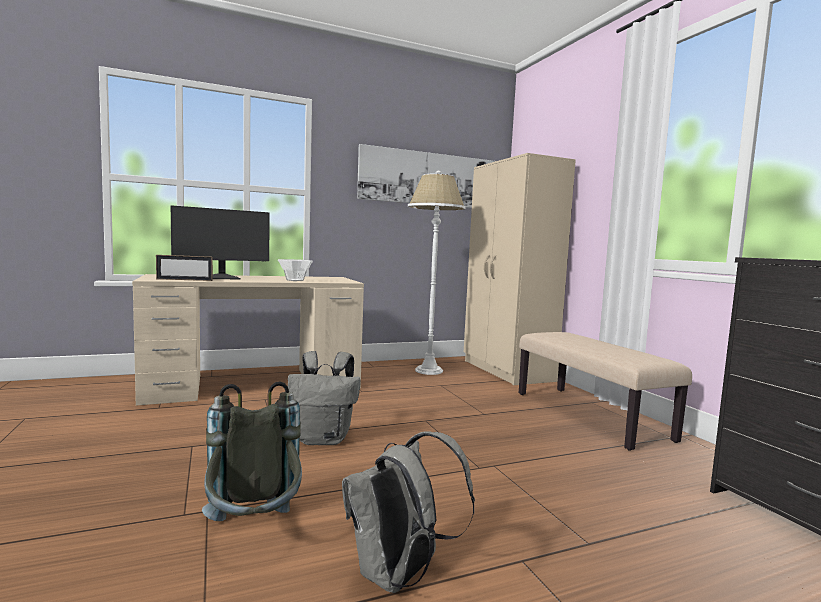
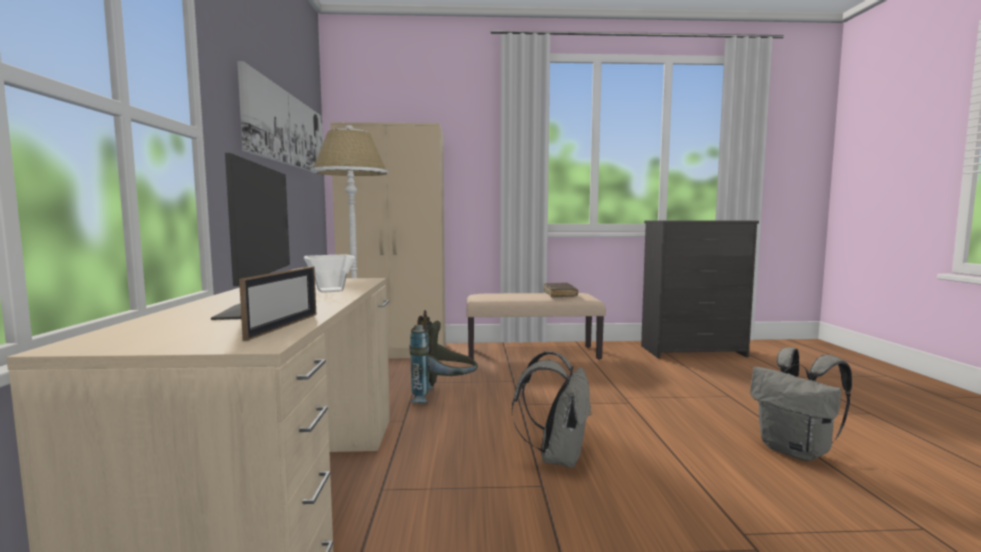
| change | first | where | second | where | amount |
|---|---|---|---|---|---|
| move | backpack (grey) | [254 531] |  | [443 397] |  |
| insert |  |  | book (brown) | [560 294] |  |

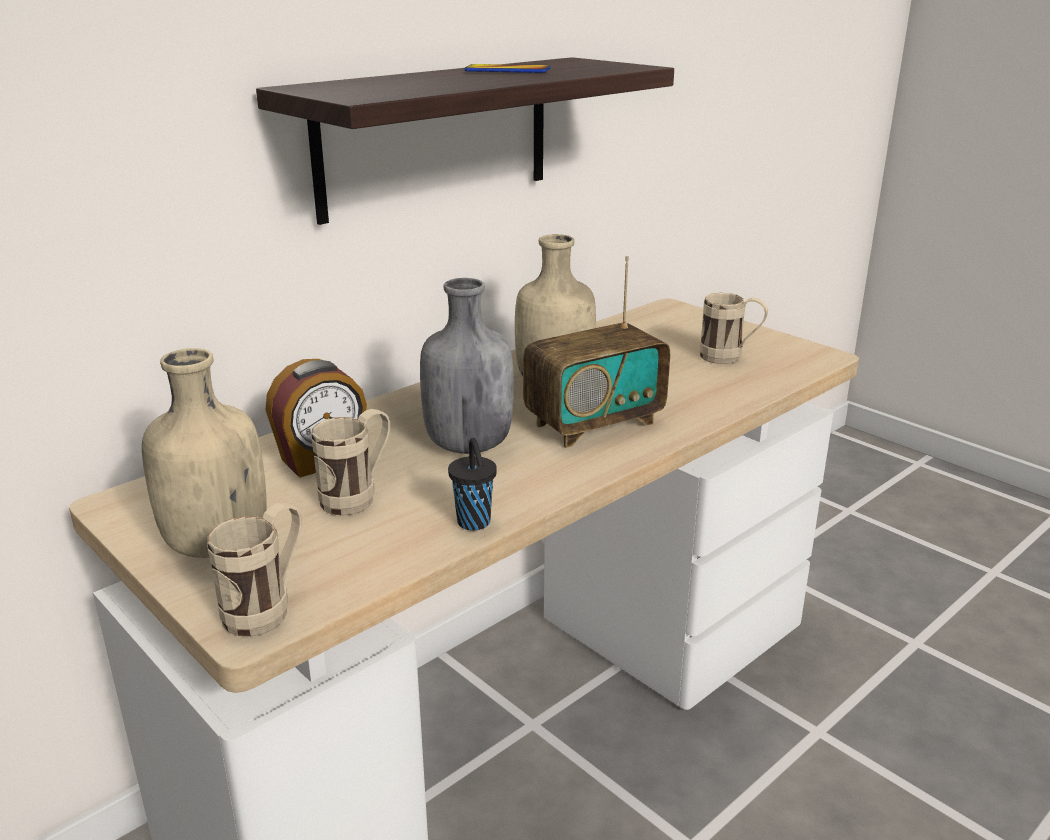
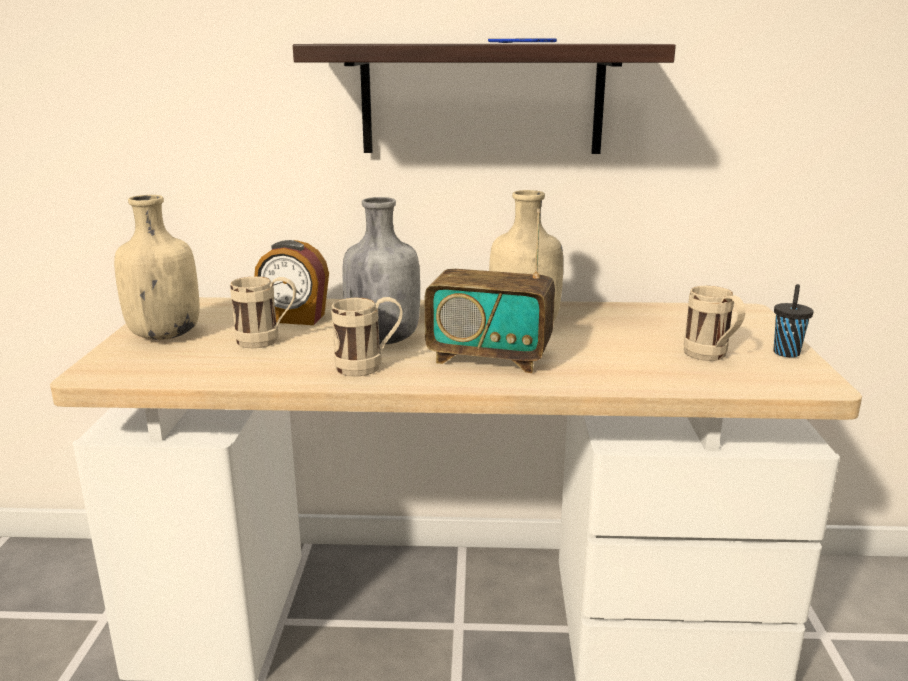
| change | first | where | second | where | amount |
|---|---|---|---|---|---|
| move | mug (beige) | [268 608] |  | [369 367] |  |
| move | cup (black) | [474 523] |  | [786 354] |  |

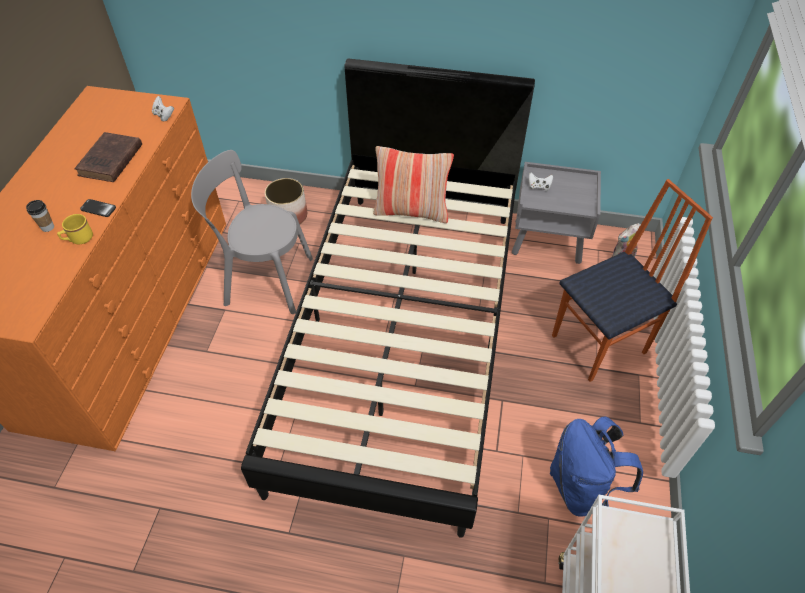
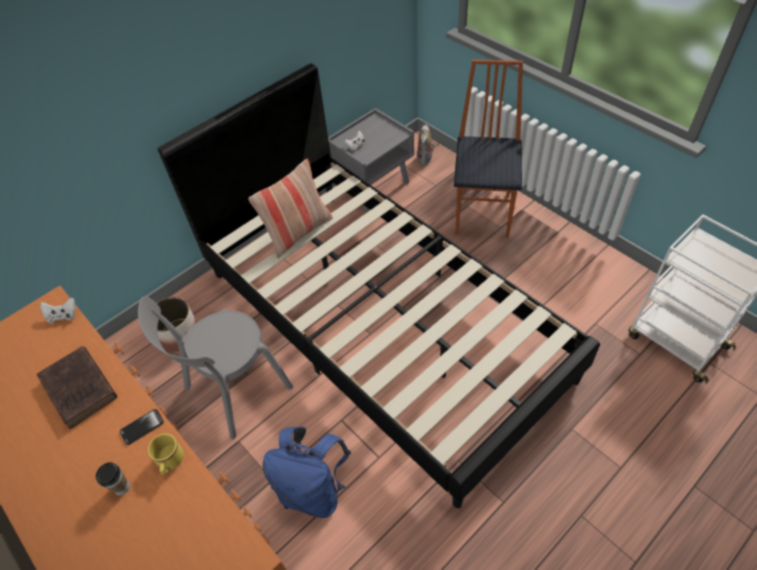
| change | first | where | second | where | amount |
|---|---|---|---|---|---|
| move | backpack (blue) | [581 486] |  | [314 489] |  |

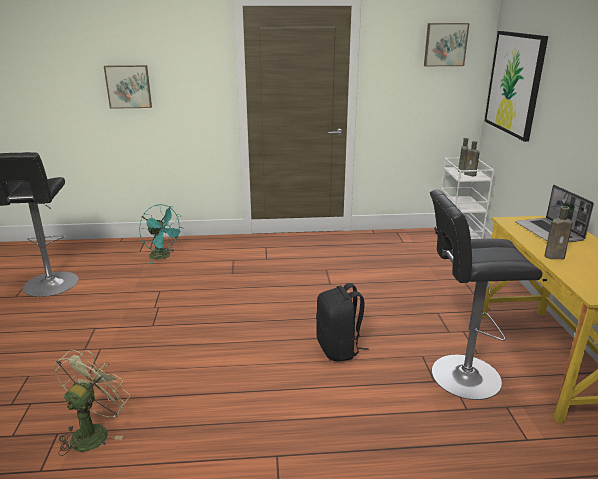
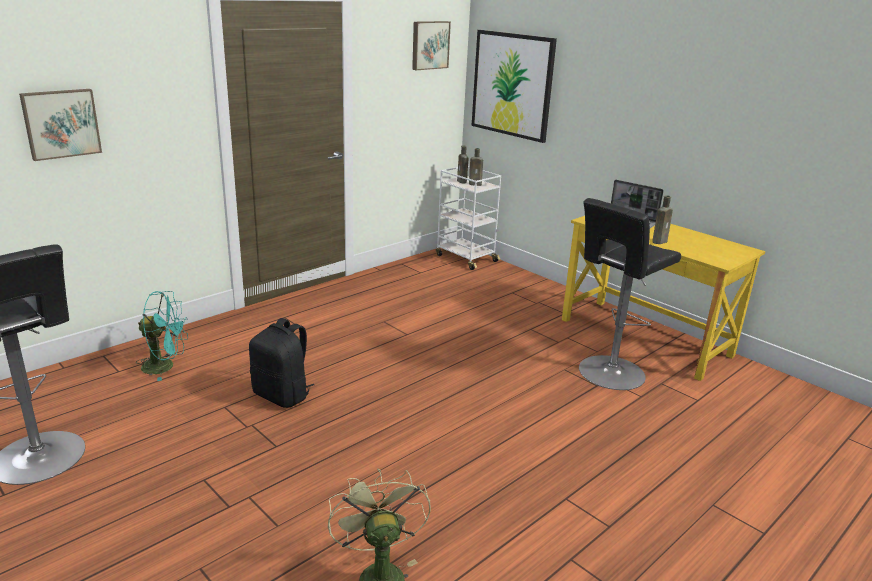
| change | first | where | second | where | amount |
|---|---|---|---|---|---|
| move | backpack (black) | [339 349] |  | [283 395] |  |

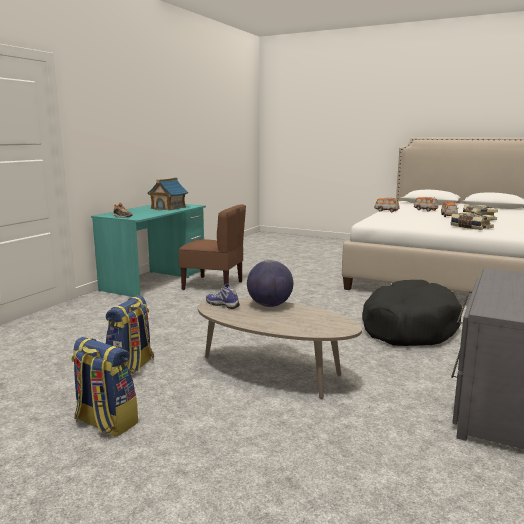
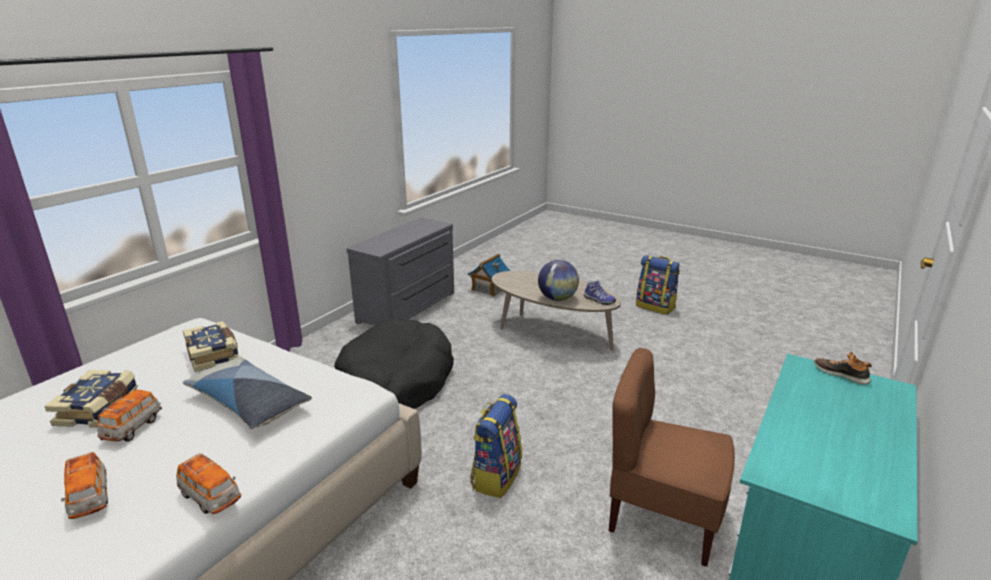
| change | first | where | second | where | amount |
|---|---|---|---|---|---|
| move | backpack | [131 367] |  | [496 476] |  |
| move | toy house | [168 208] |  | [489 288] |  |
| insert |  |  | pillow | [248 403] |  |

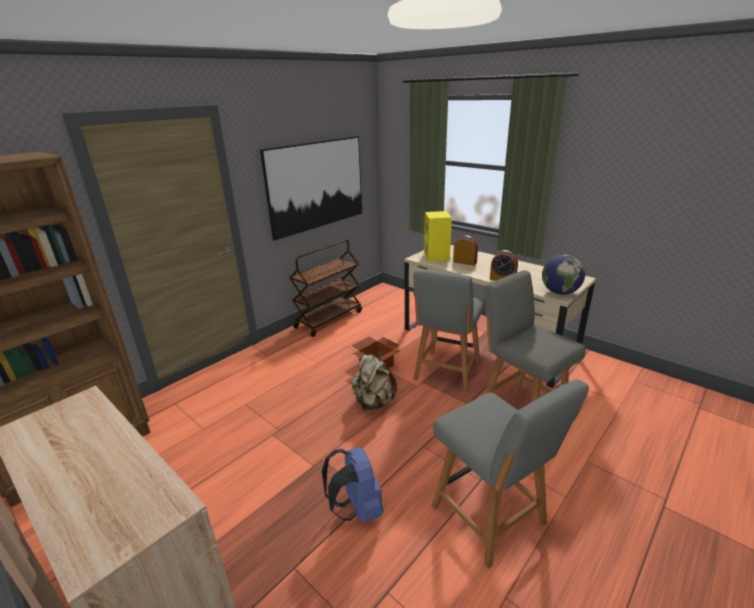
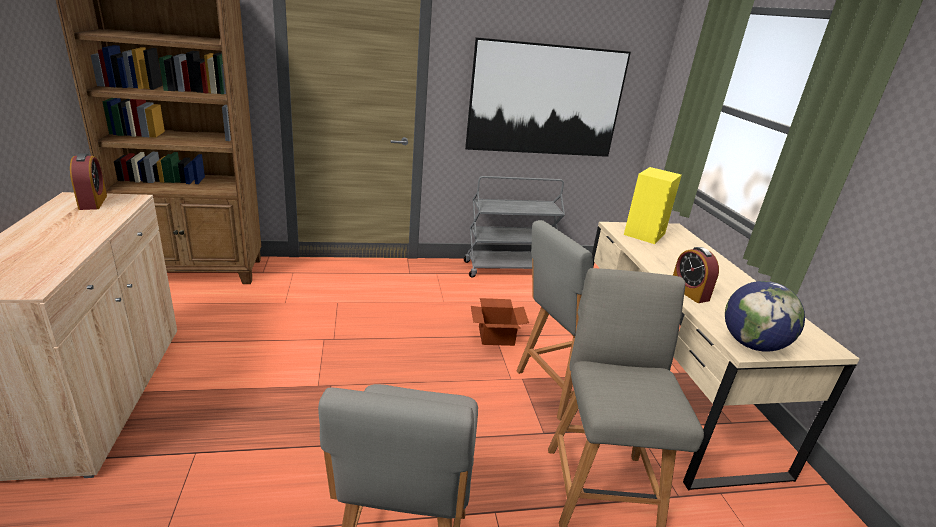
| change | first | where | second | where | amount |
|---|---|---|---|---|---|
| recolor | cart (brown) | [329 319] | cart (grey) | [508 269] |  |
| delete | backpack (blue) | [357 509] |  |  |  |
| delete | backpack (beige) | [373 402] |  |  |  |
| move | alarm clock | [464 262] |  | [93 202] |  |

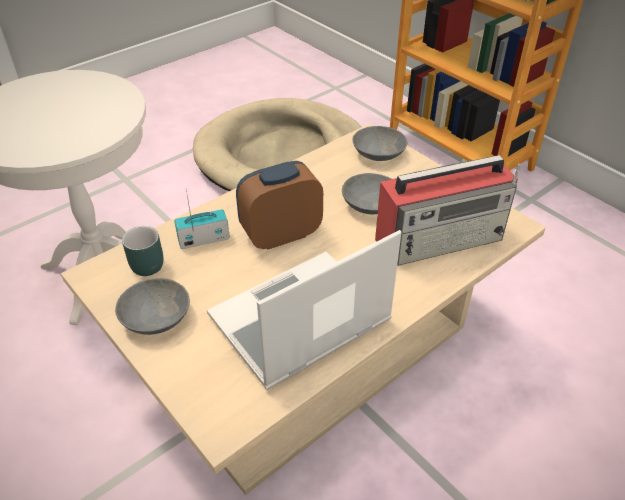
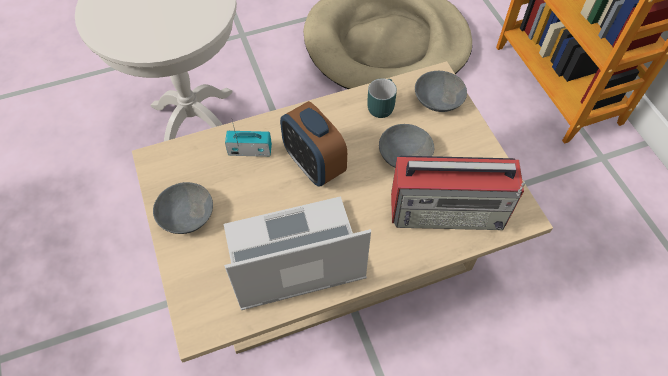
| change | first | where | second | where | amount |
|---|---|---|---|---|---|
| move | mug (turquoise) | [146 261] |  | [380 105] |  |
| rotate | alarm clock | [281 234] |  | [314 164] | 120 degrees counterclockwise |

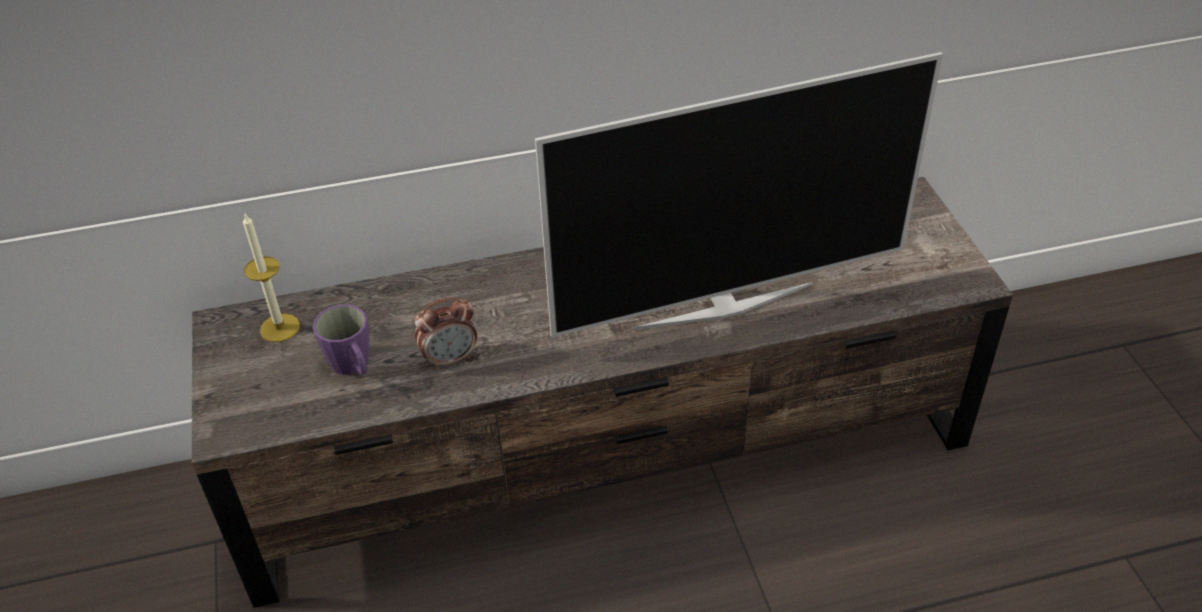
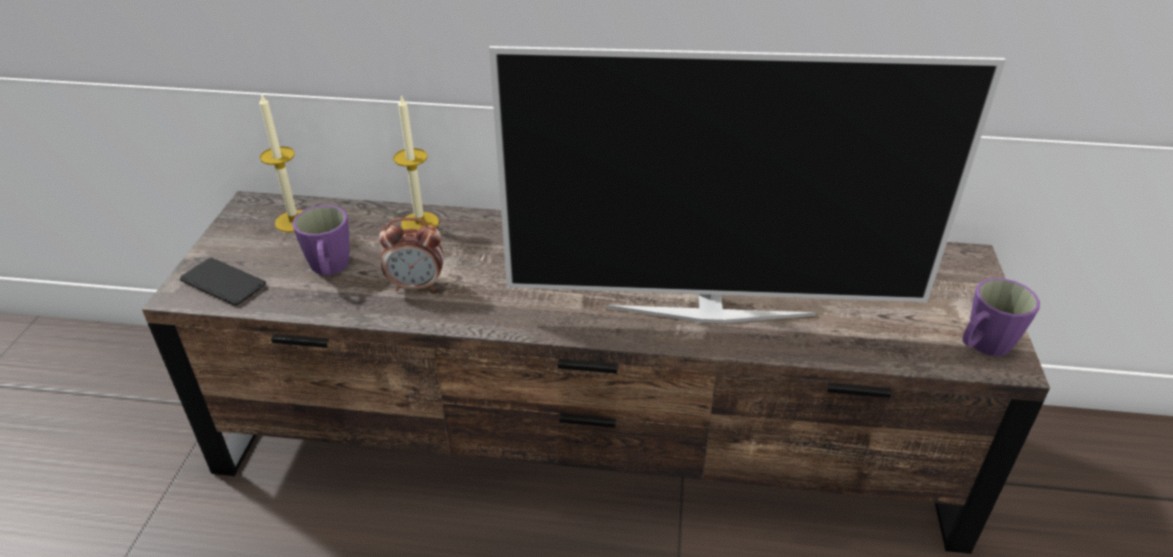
| change | first | where | second | where | amount |
|---|---|---|---|---|---|
| insert |  |  | phone | [223 283] |  |
| insert |  |  | candle | [420 223] |  |
| insert |  |  | mug (purple) | [982 346] |  |

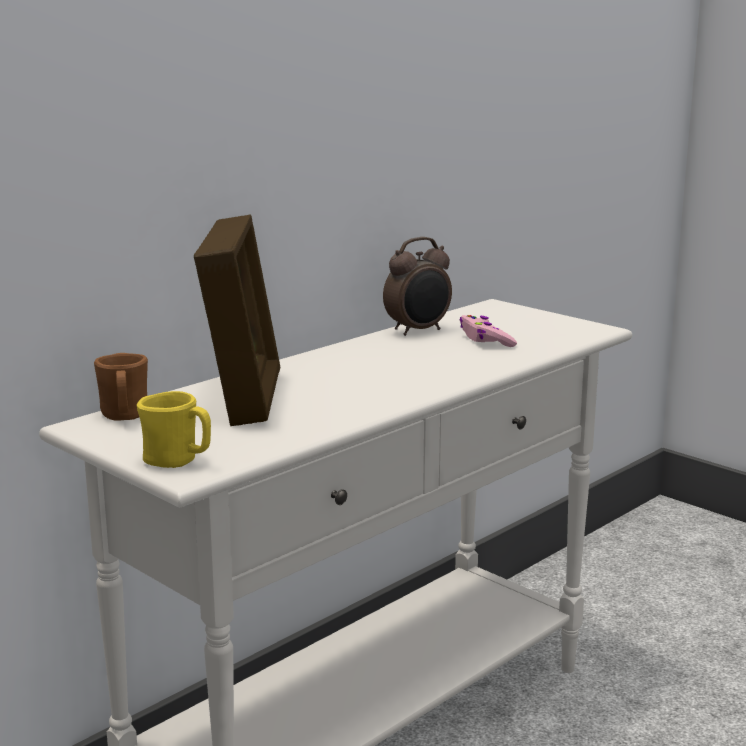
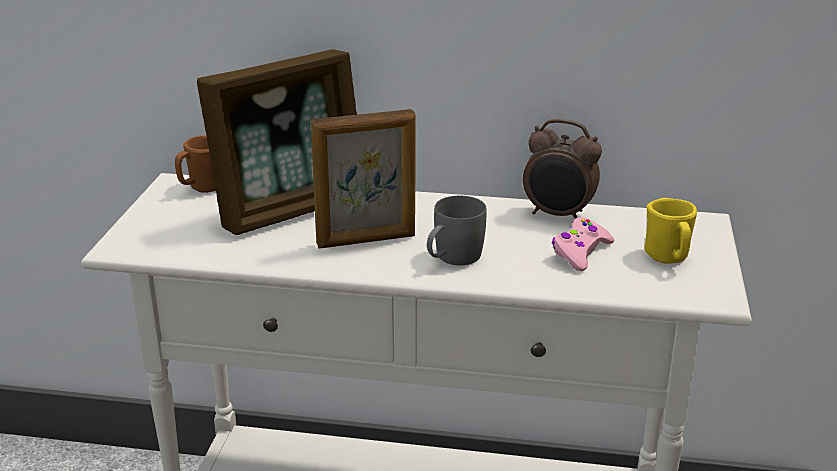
| change | first | where | second | where | amount |
|---|---|---|---|---|---|
| move | mug (yellow) | [177 461] |  | [669 258] |  |
| insert |  |  | picture frame | [366 240] |  |
| insert |  |  | mug (grey) | [452 259] |  |

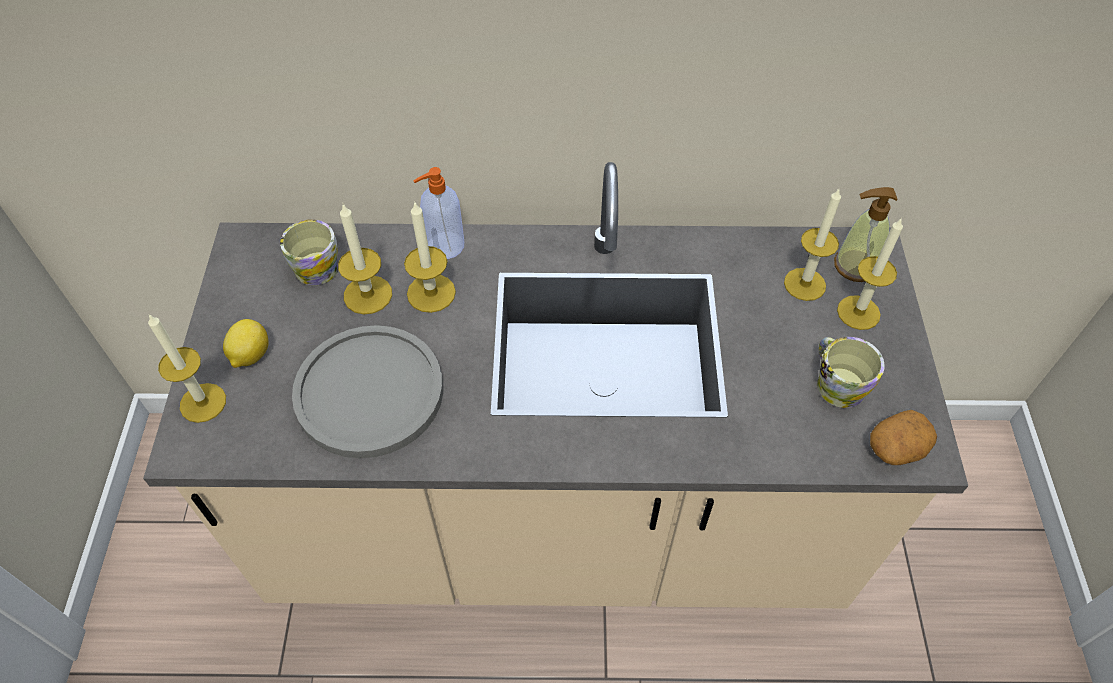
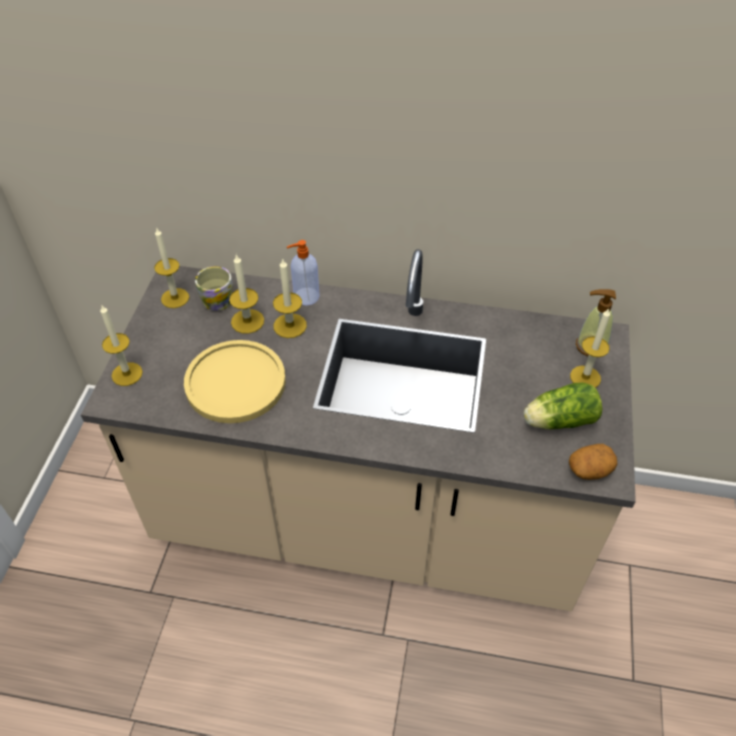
| change | first | where | second | where | amount |
|---|---|---|---|---|---|
| delete | lemon | [250 355] |  |  |  |
| recolor | plate (grey) | [369 392] | plate (yellow) | [235 382] |  |
| move | candle | [804 284] |  | [175 298] |  |
| replace | mug | [836 382] | lettuce | [557 421] |  |

